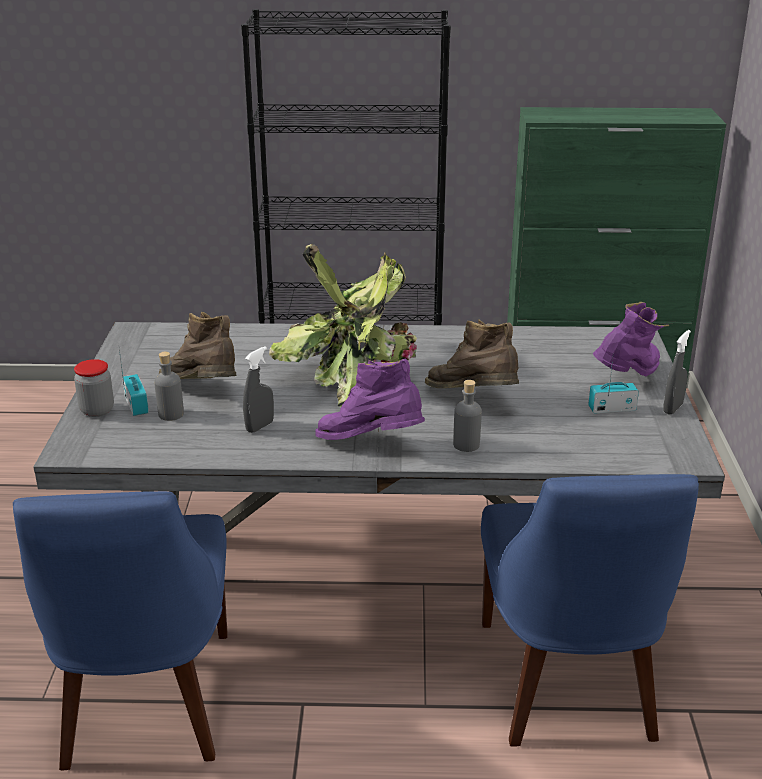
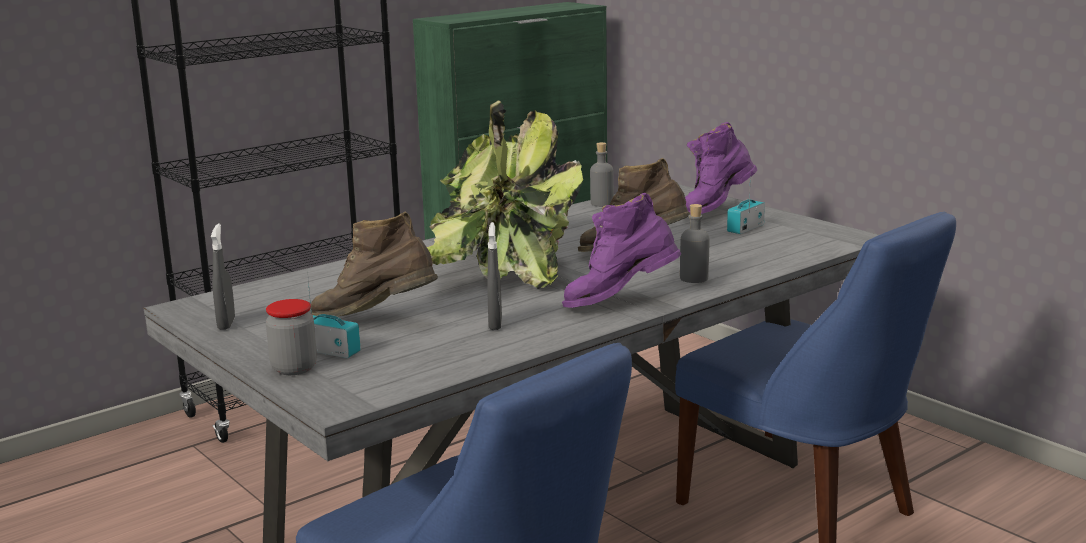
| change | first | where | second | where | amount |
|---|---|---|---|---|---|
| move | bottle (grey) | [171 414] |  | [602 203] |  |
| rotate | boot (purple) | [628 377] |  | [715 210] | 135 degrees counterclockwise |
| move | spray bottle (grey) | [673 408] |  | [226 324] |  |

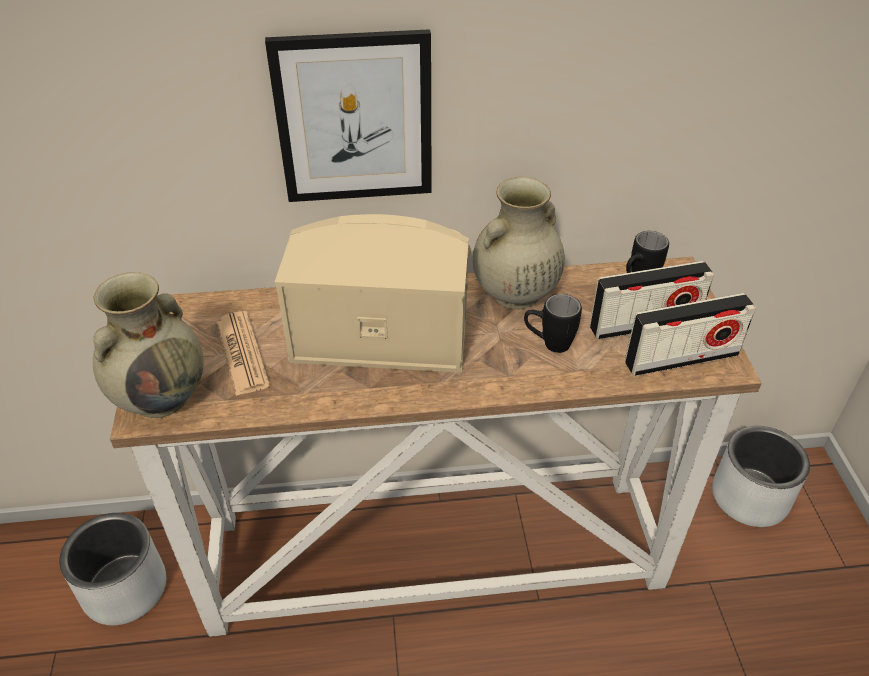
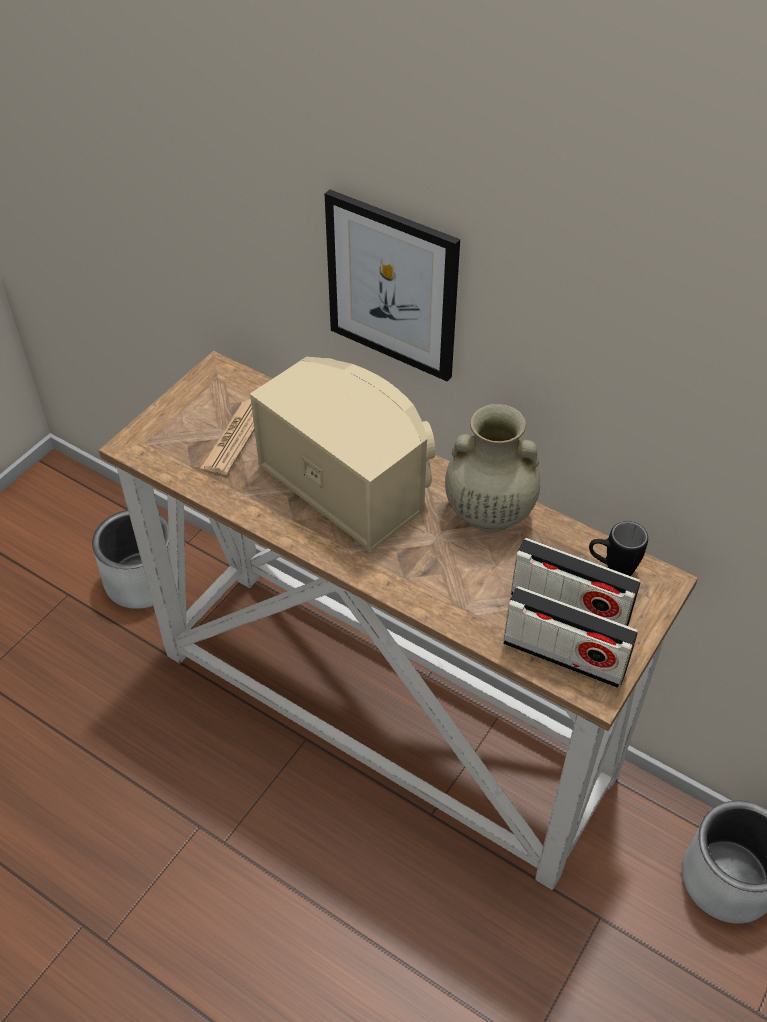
| change | first | where | second | where | amount |
|---|---|---|---|---|---|
| delete | vase (beige) | [162 396] |  |  |  |
| delete | mug (black) | [548 344] |  |  |  |

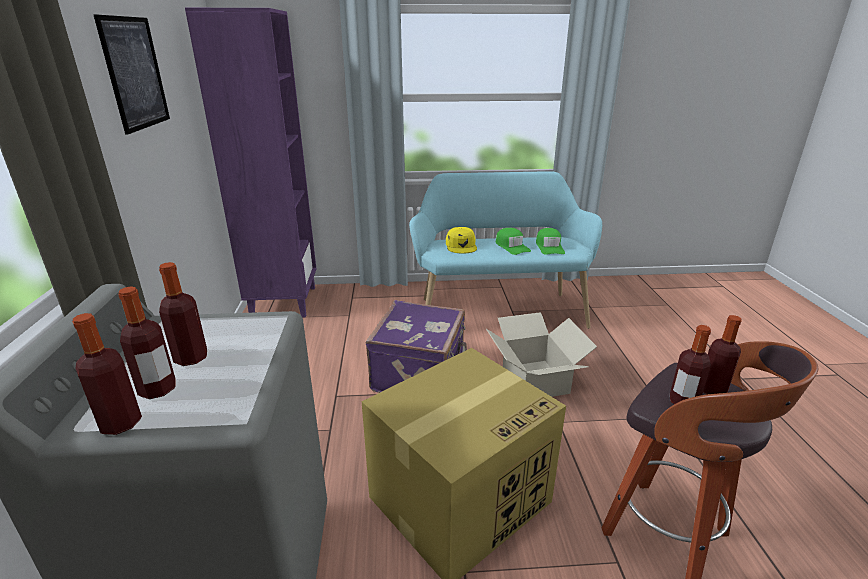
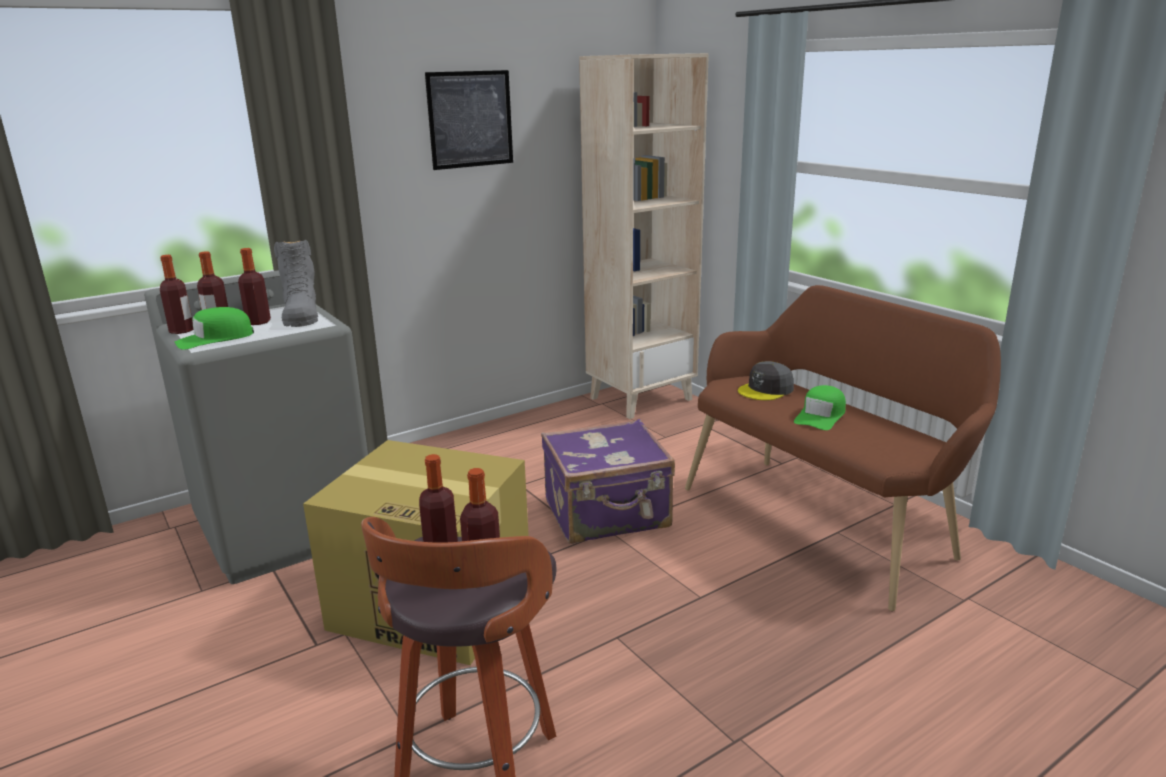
| change | first | where | second | where | amount |
|---|---|---|---|---|---|
| recolor | bookcase (purple) | [283 302] | bookcase (beige) | [641 398] |  |
| recolor | bench (turquoise) | [498 310] | bench (brown) | [824 520] |  |
| recolor | cap (yellow) | [461 246] | cap (grey) | [766 390] |  |
| delete | cardboard box | [534 380] |  |  |  |
| move | cap (green) | [549 247] |  | [215 339] |  |
| insert |  |  | boot (grey) | [301 315] |  |

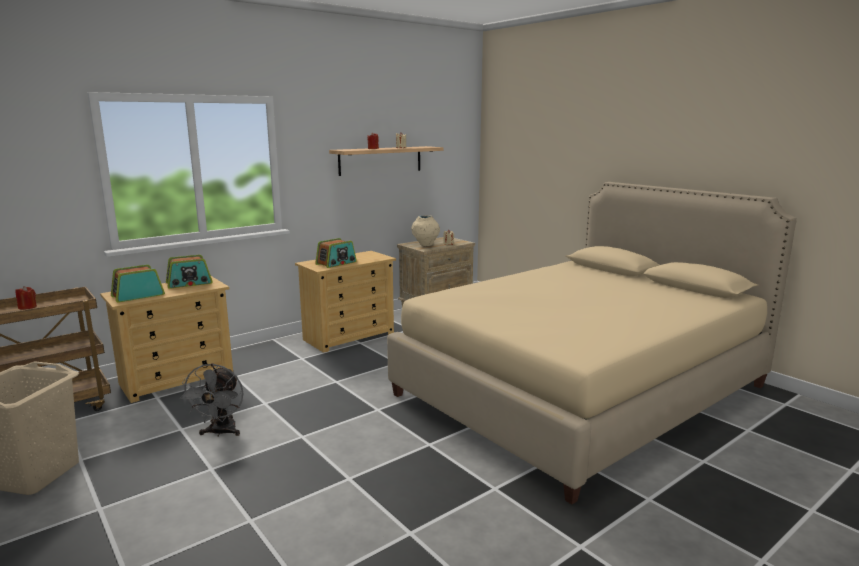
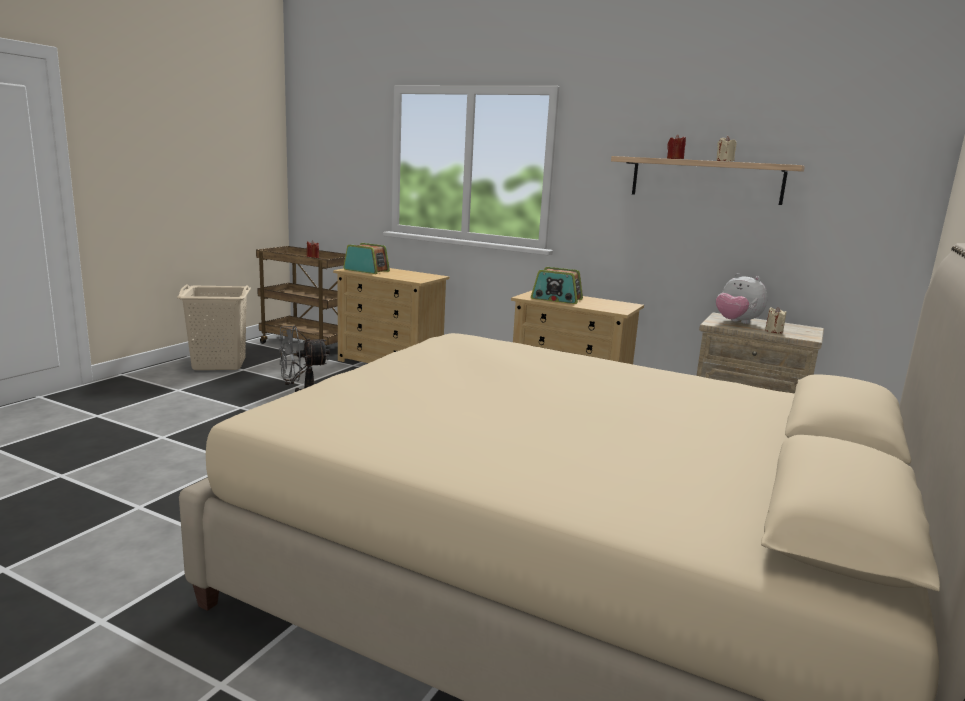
| change | first | where | second | where | amount |
|---|---|---|---|---|---|
| delete | radio | [189 283] |  |  |  |
| replace | vase (beige) | [425 245] | plush toy | [736 322] |  |

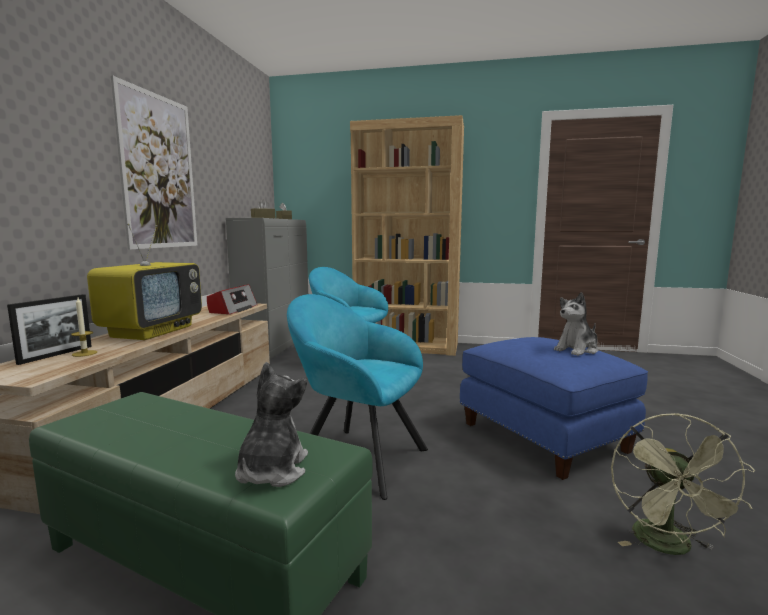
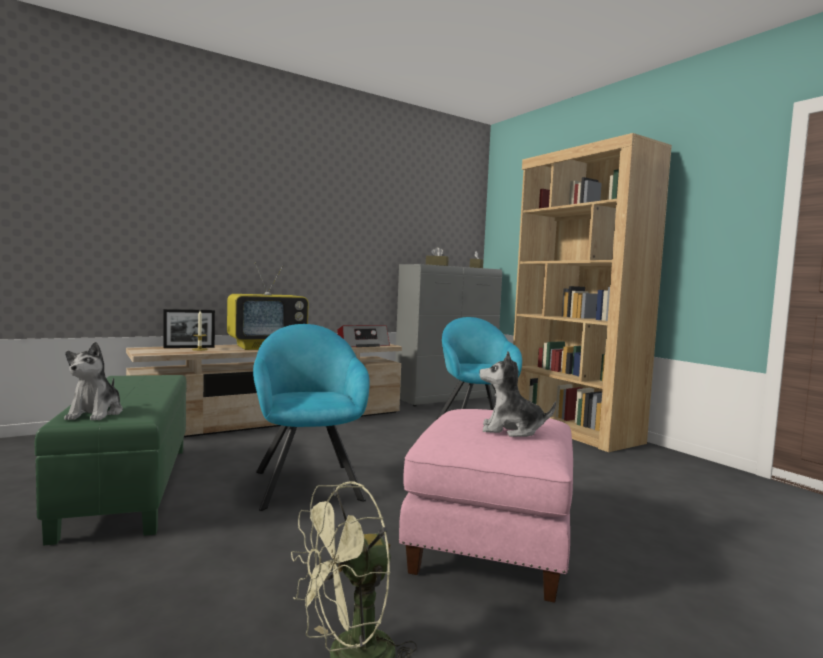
| change | first | where | second | where | amount |
|---|---|---|---|---|---|
| delete | picture | [159 172] |  |  |  |
| rotate | plush toy | [271 471] |  | [96 414] | 120 degrees clockwise |
| recolor | ottoman (blue) | [544 437] | ottoman (pink) | [493 543] |  |

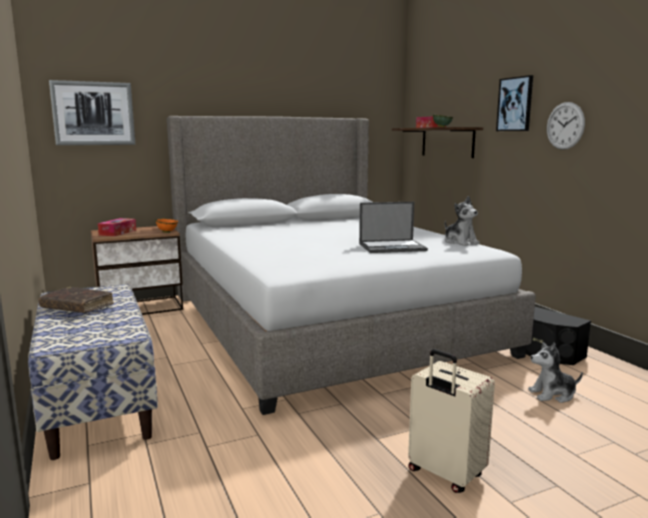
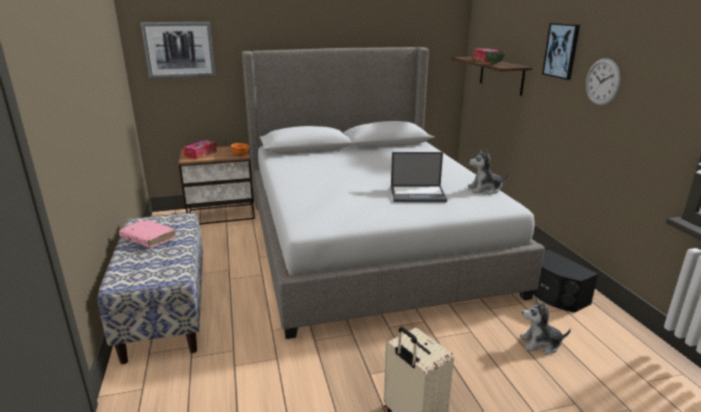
| change | first | where | second | where | amount |
|---|---|---|---|---|---|
| recolor | book (brown) | [77 307] | book (pink) | [148 239] |  |
| rotate | plush toy | [460 242] |  | [485 190] | 105 degrees clockwise |

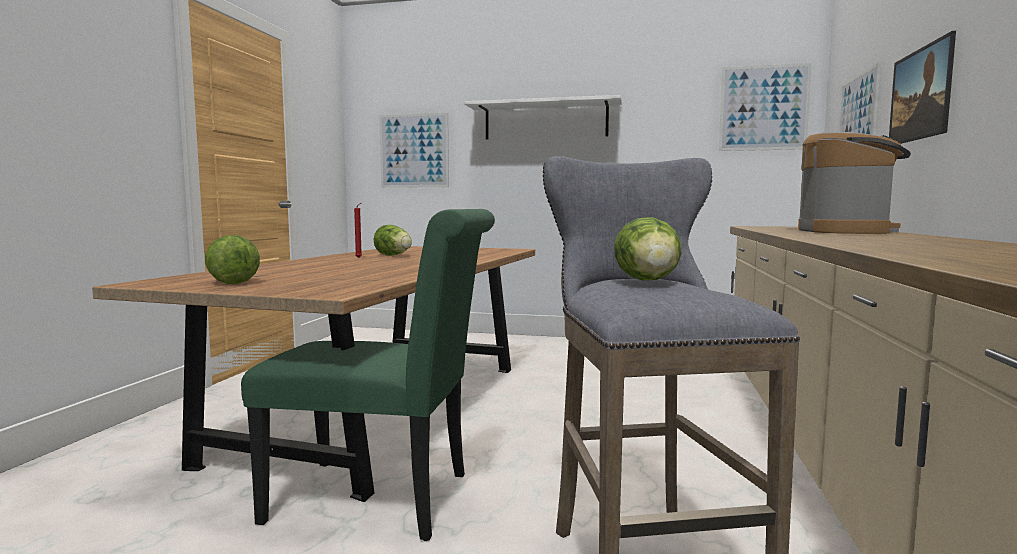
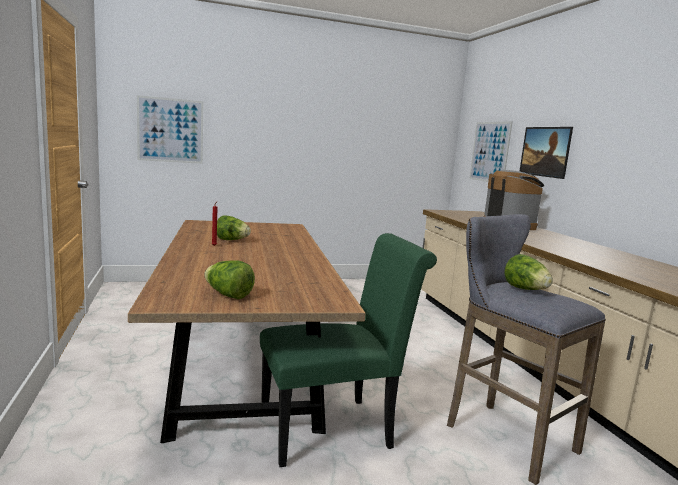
| change | first | where | second | where | amount |
|---|---|---|---|---|---|
| delete | shelf (white) | [545 121] |  |  |  |
| delete | picture | [763 108] |  |  |  |

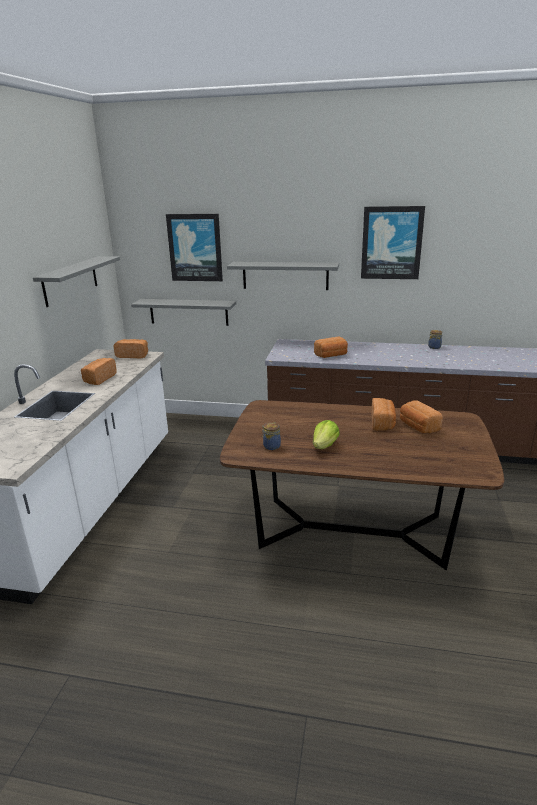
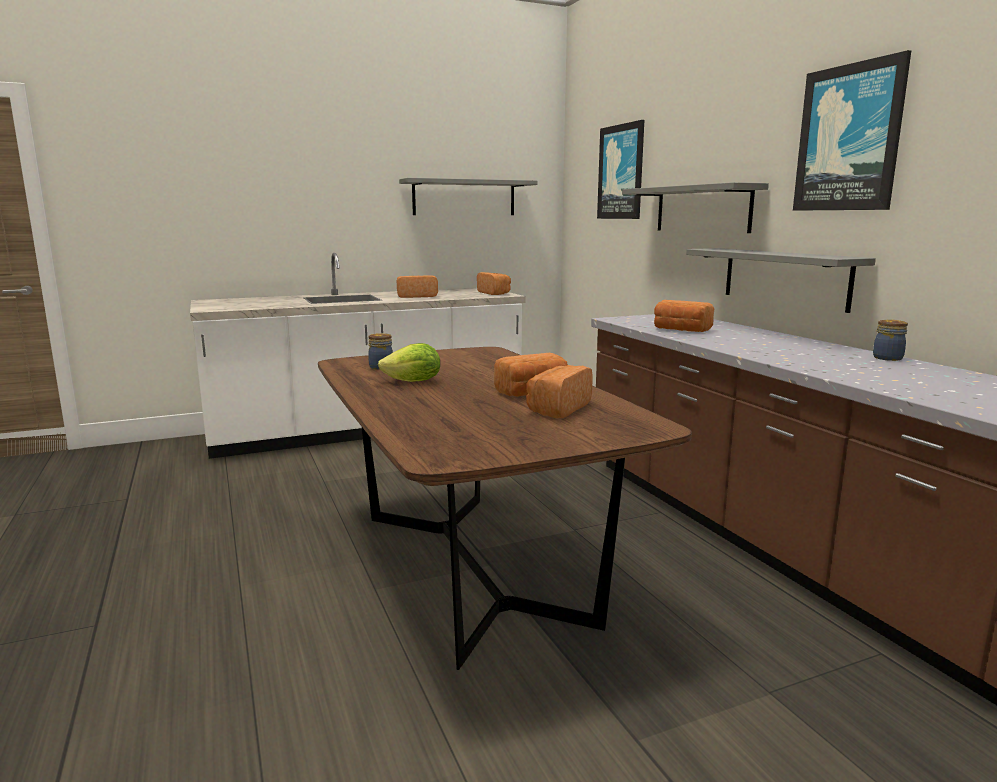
| change | first | where | second | where | amount |
|---|---|---|---|---|---|
| move | shelf (grey) | [188 312] |  | [784 277] |  |

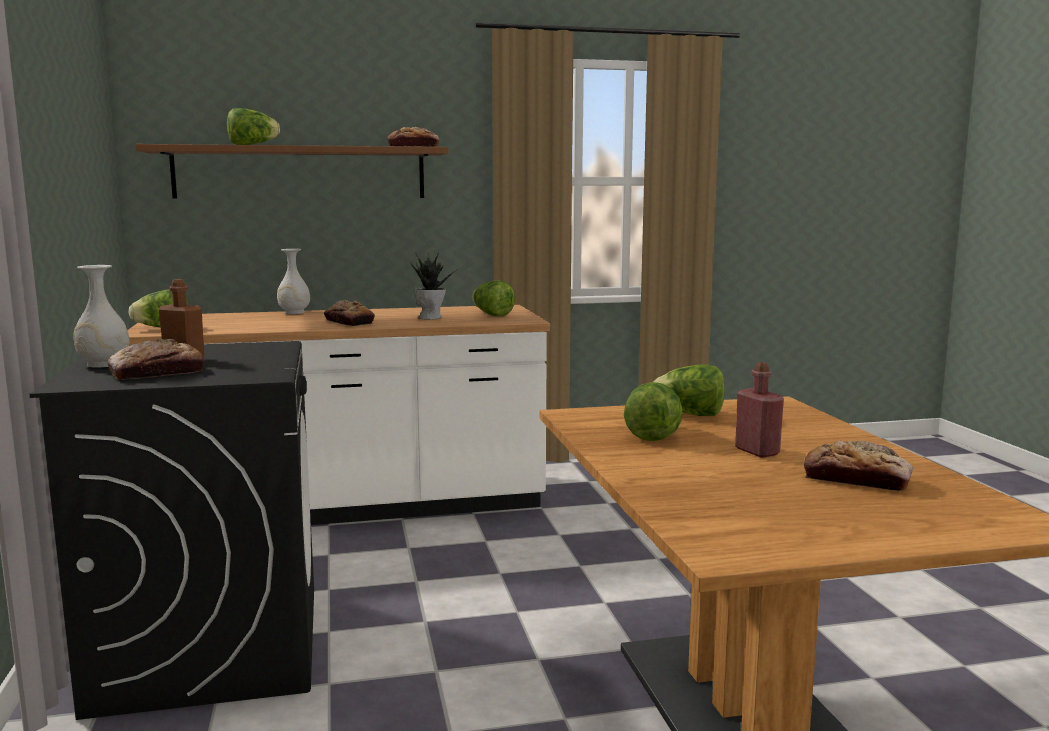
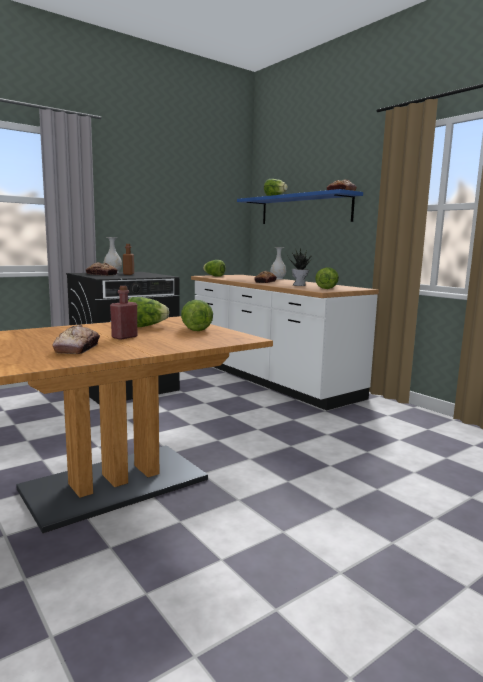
| change | first | where | second | where | amount |
|---|---|---|---|---|---|
| recolor | shelf (brown) | [300 173] | shelf (blue) | [304 210] |  |

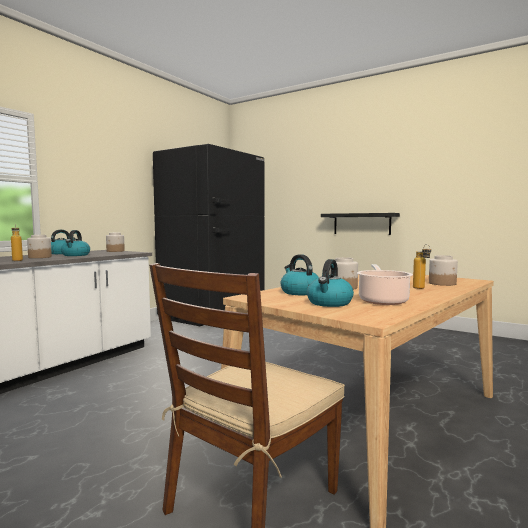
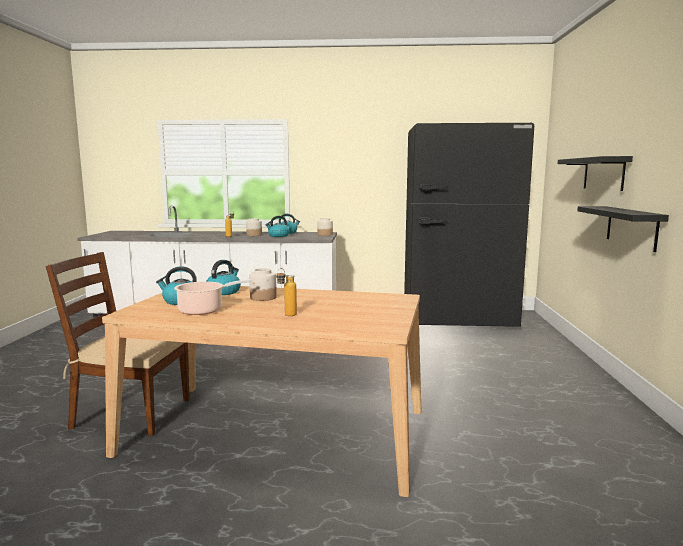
| change | first | where | second | where | amount |
|---|---|---|---|---|---|
| delete | jar | [442 283] |  |  |  |
| insert |  |  | shelf (black) | [603 173] |  |

